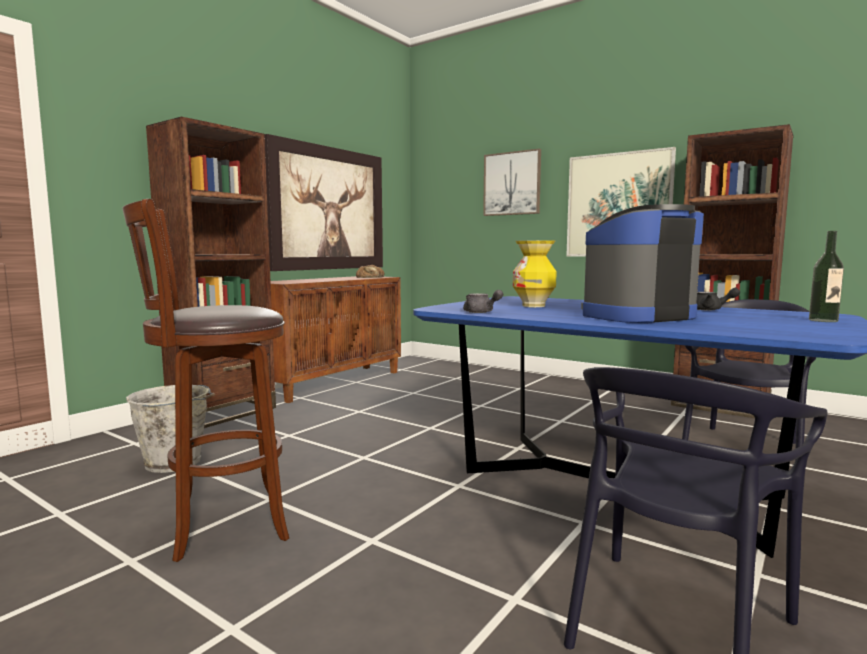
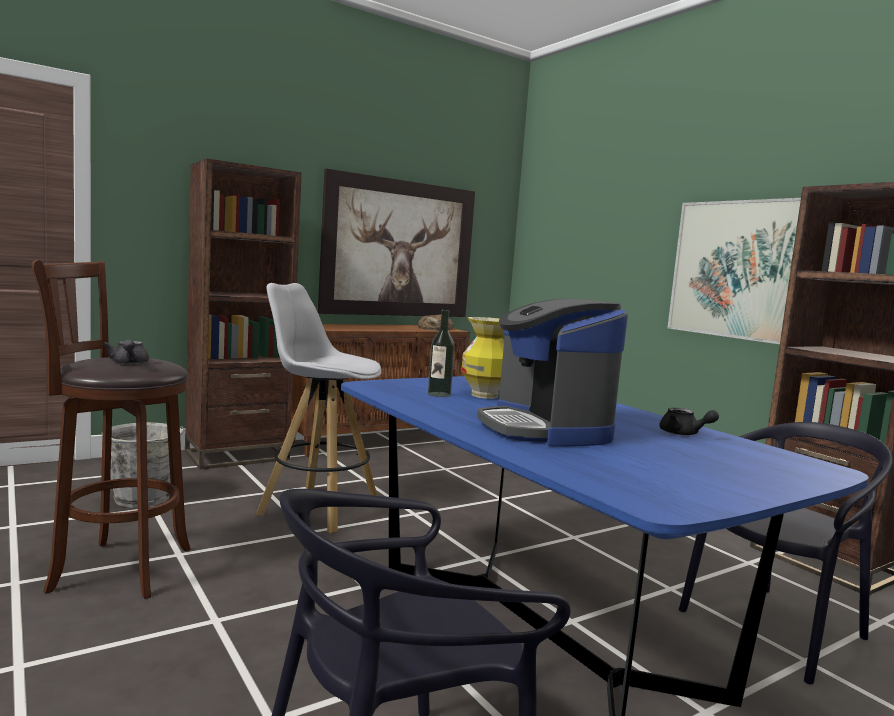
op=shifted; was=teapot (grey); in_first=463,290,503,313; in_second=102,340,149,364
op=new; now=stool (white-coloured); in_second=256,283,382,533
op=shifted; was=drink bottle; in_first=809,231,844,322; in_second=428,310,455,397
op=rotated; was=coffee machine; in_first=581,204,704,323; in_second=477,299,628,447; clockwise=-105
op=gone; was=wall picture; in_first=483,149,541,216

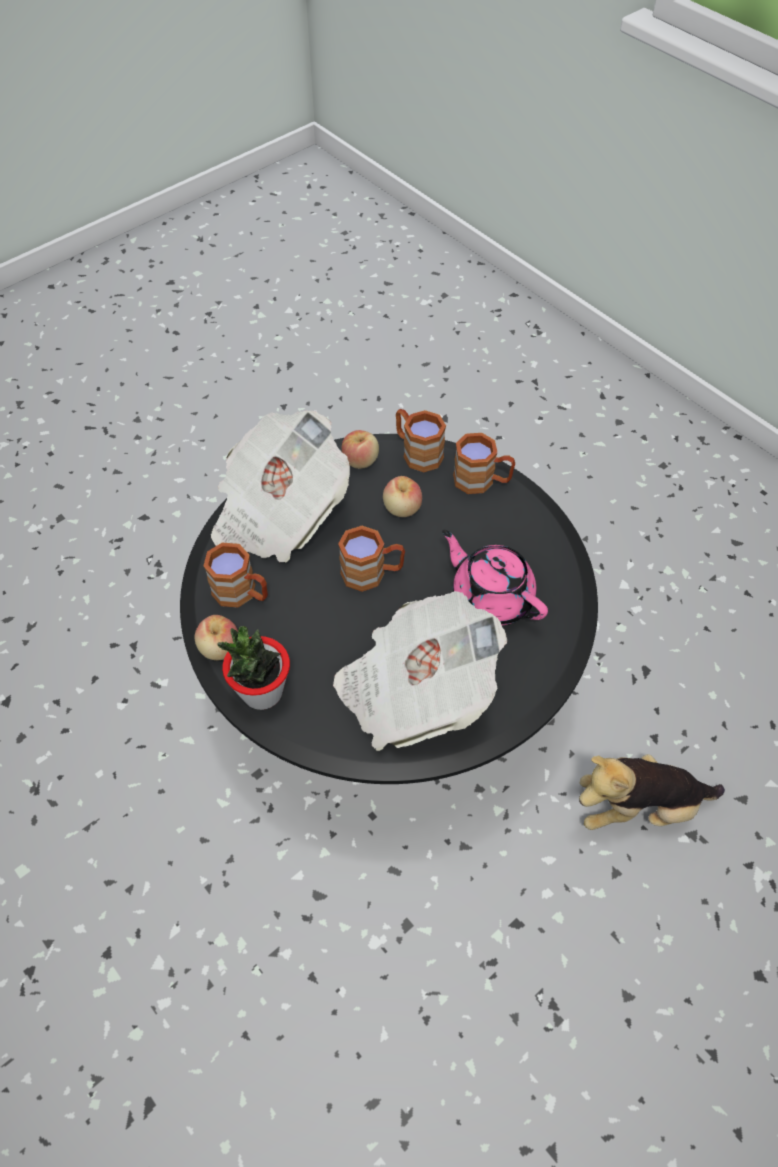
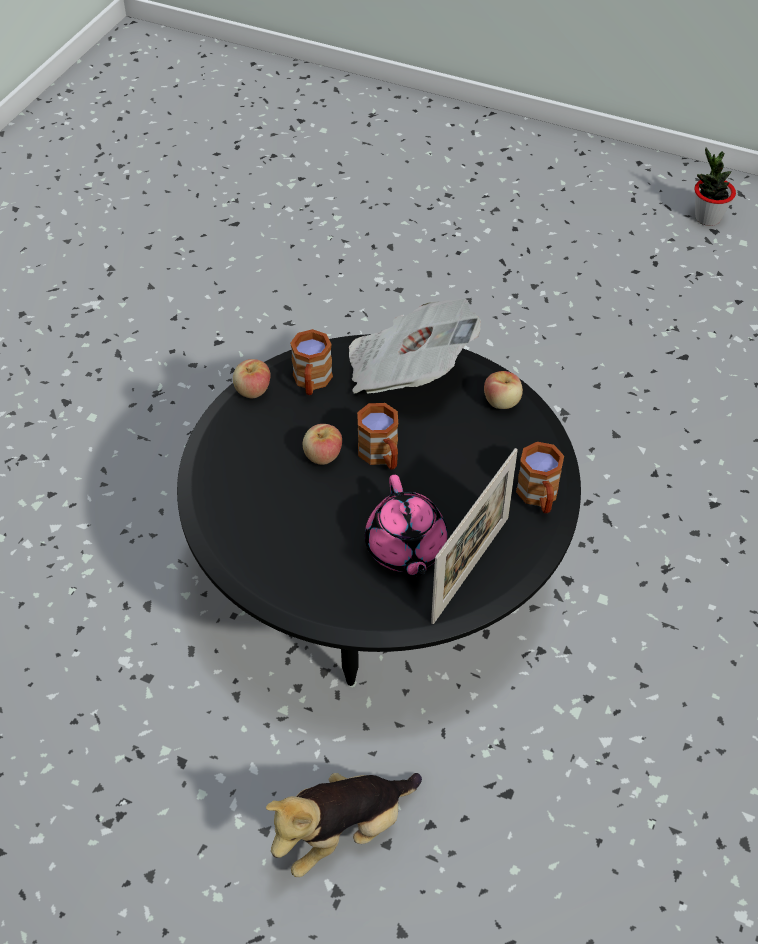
op=rotated; was=plush toy; in_first=579,754,725,830; in_second=266,773,422,877; clockwise=-90
op=shifted; was=apple fruit; in_first=383,476,422,517; in_second=303,424,342,465
op=rotated; was=teapot (pinkish); in_first=442,530,548,626; in_second=365,475,448,576; clockwise=150
op=new; now=standing frame; in_second=431,448,518,624
op=shifted; was=plant in a pot; in_first=217,626,290,710; in_second=694,147,736,226
op=gone; was=daily paper; in_first=333,591,507,751
op=gone; was=tea mug (brownish); in_first=396,409,446,472

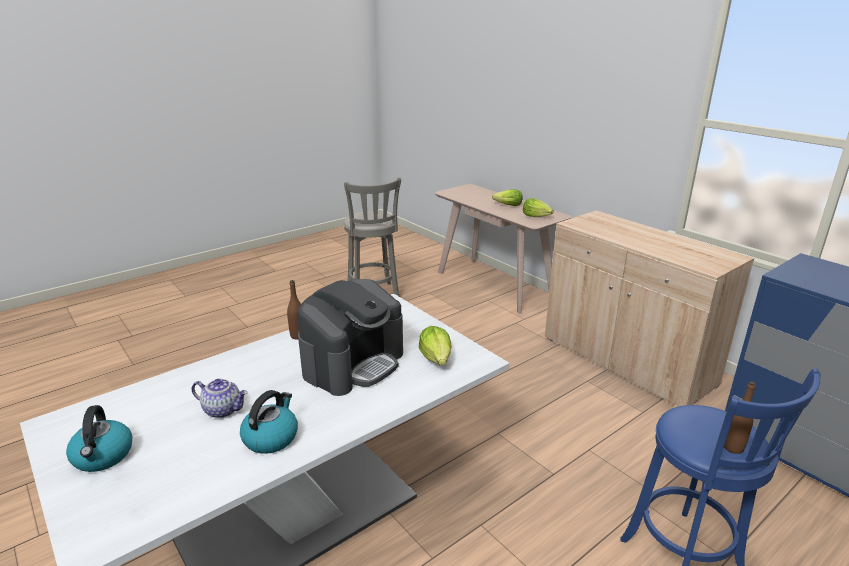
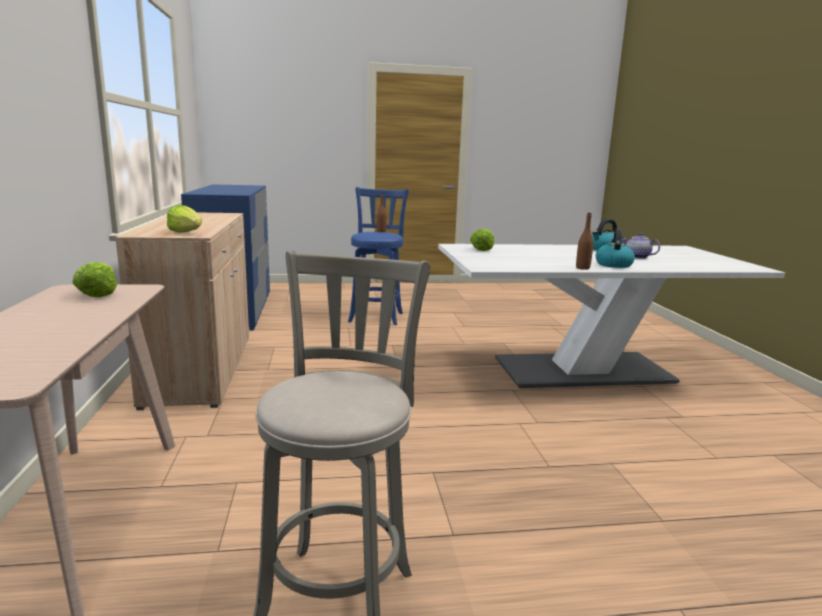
op=shifted; was=lettuce; in_first=492,189,523,206; in_second=167,205,202,233
op=shifted; was=kettle; in_first=66,405,132,472; in_second=596,229,635,268
op=gone; was=coffee machine; in_first=297,279,403,396

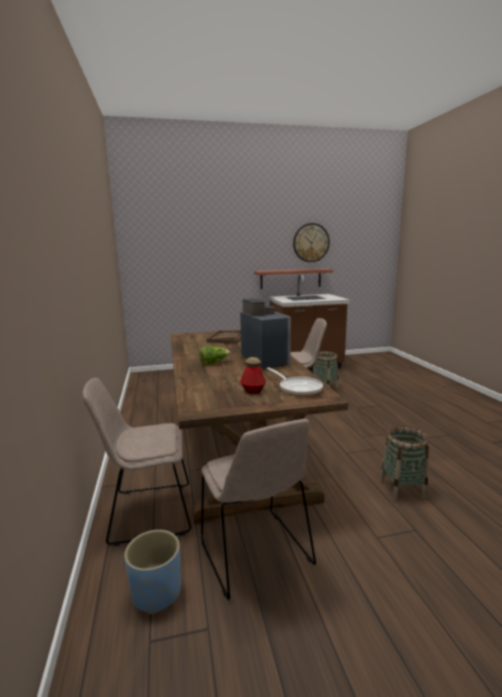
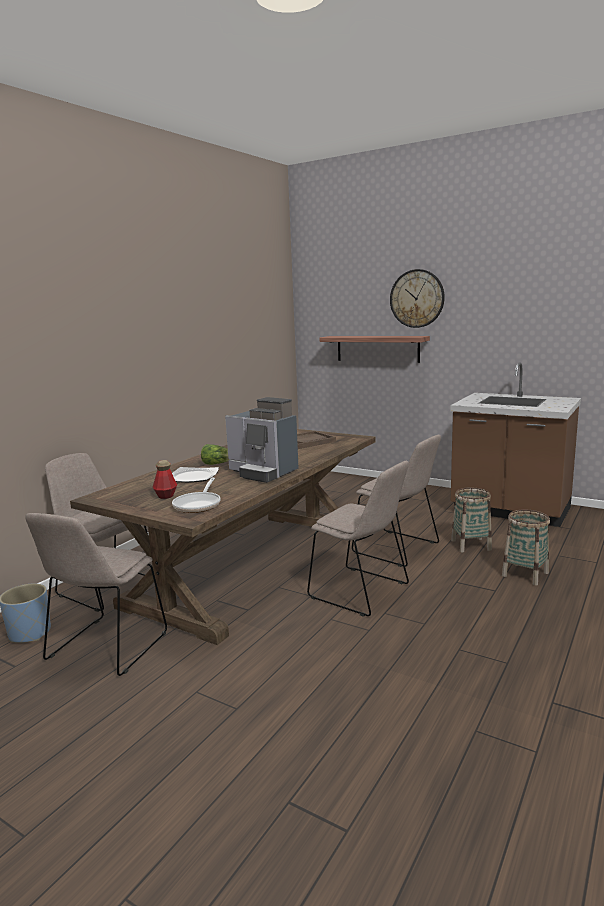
op=new; now=flat dish; in_second=172,467,219,483
op=rotated; was=coffee machine; in_first=240,298,291,369; in_second=225,397,299,483; clockwise=105
op=new; now=plain chair (sand-coloured); in_second=307,461,409,617
op=shifted; was=wall shelf; in_first=254,269,333,289; in_second=319,336,430,363
op=shifted; was=clock on the wall; in_first=293,223,330,262; in_second=390,269,445,328
op=shifted; was=household basket; in_first=380,426,429,501; in_second=502,509,550,586

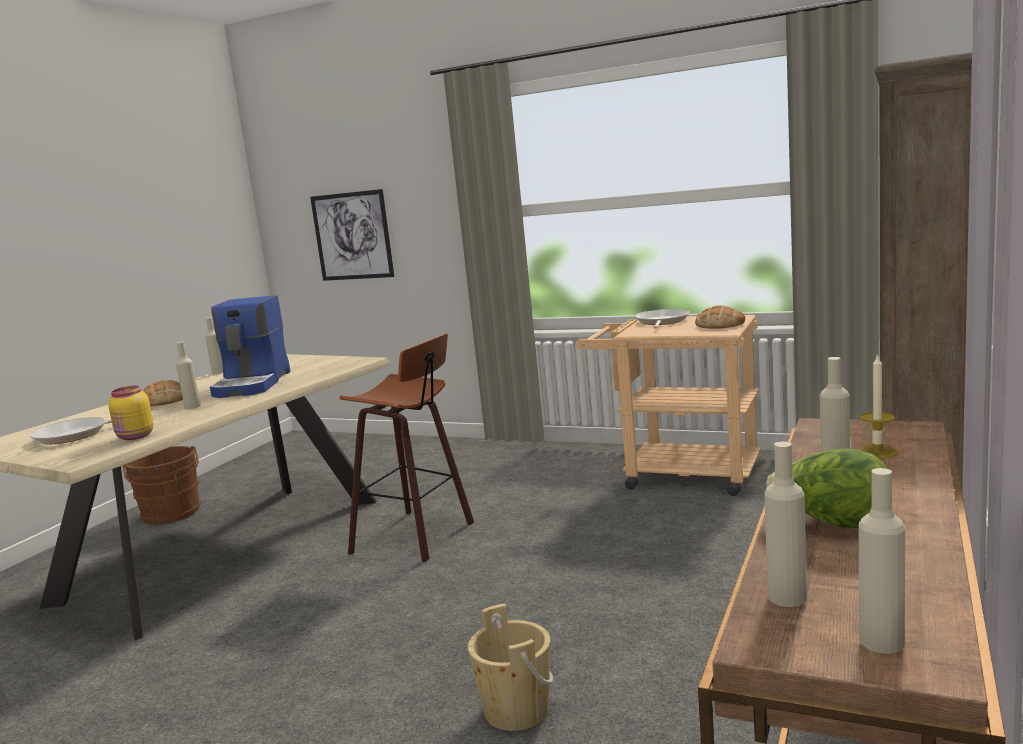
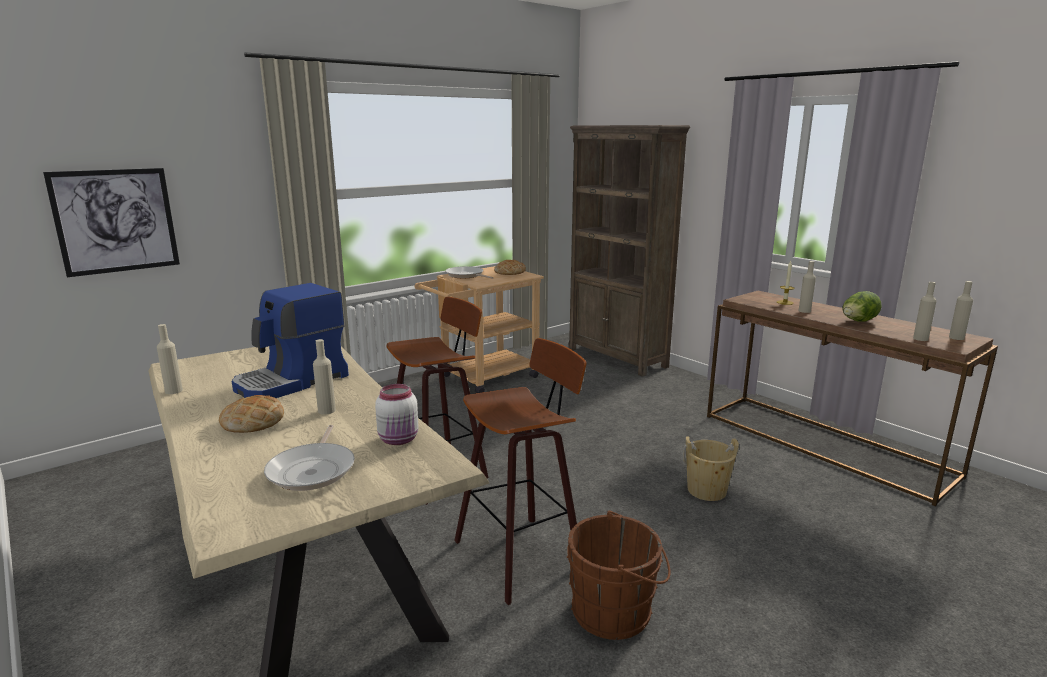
op=rotated; was=coffee machine; in_first=210,295,290,398; in_second=232,283,349,398; clockwise=105
op=repainted; was=jar (yellow-coloured); now=jar (white-coloured); in_first=108,386,153,440; in_second=375,384,419,445
op=new; now=stool; in_second=454,338,587,605
op=shifted; was=pail (brownish); in_first=123,446,201,524; in_second=567,510,671,640

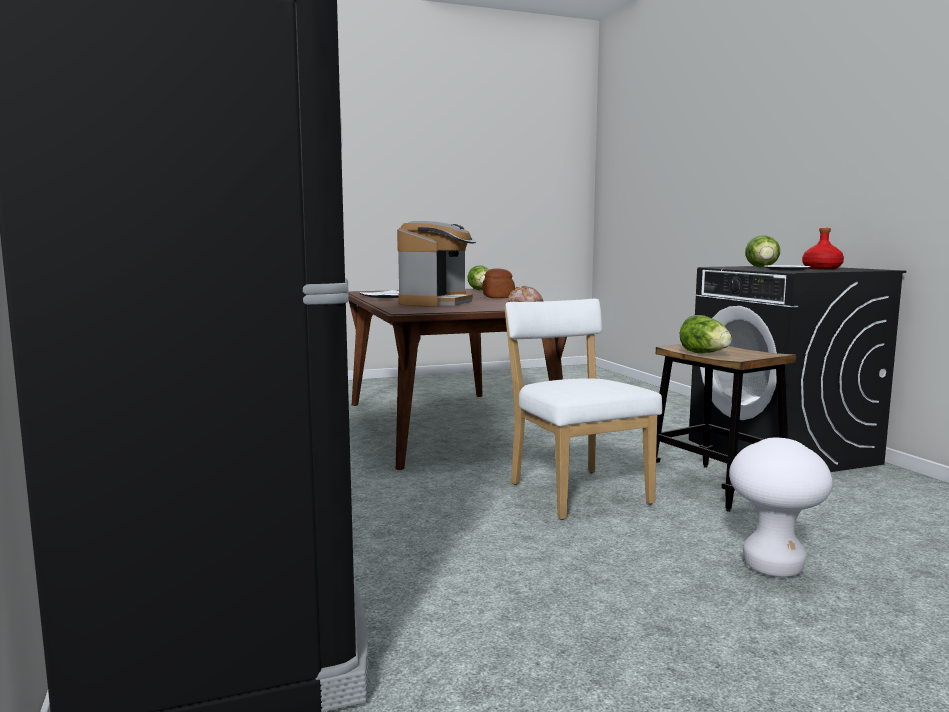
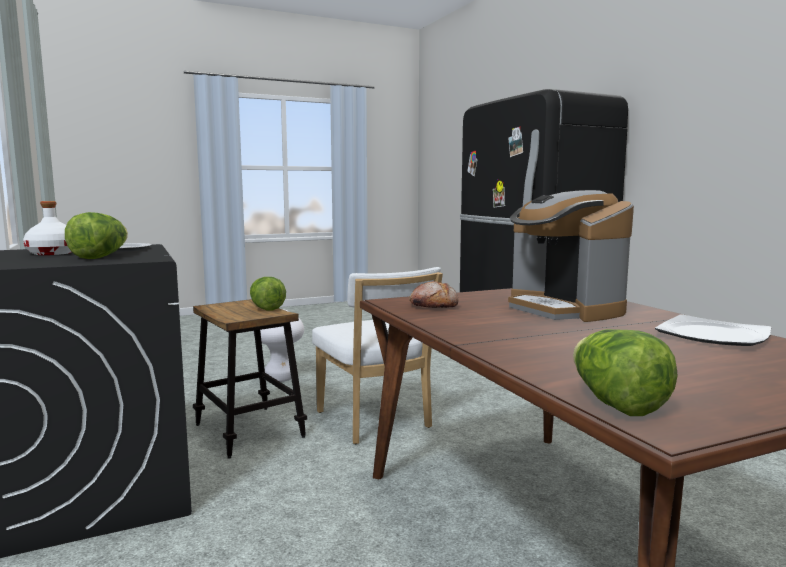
op=repainted; was=drink bottle (red-coloured); now=drink bottle (white-coloured); in_first=802,228,844,269; in_second=23,201,72,255
op=rotated; was=coffee machine; in_first=397,221,476,307; in_second=508,190,634,322; clockwise=-45
op=gone; was=bread; in_first=482,269,515,298

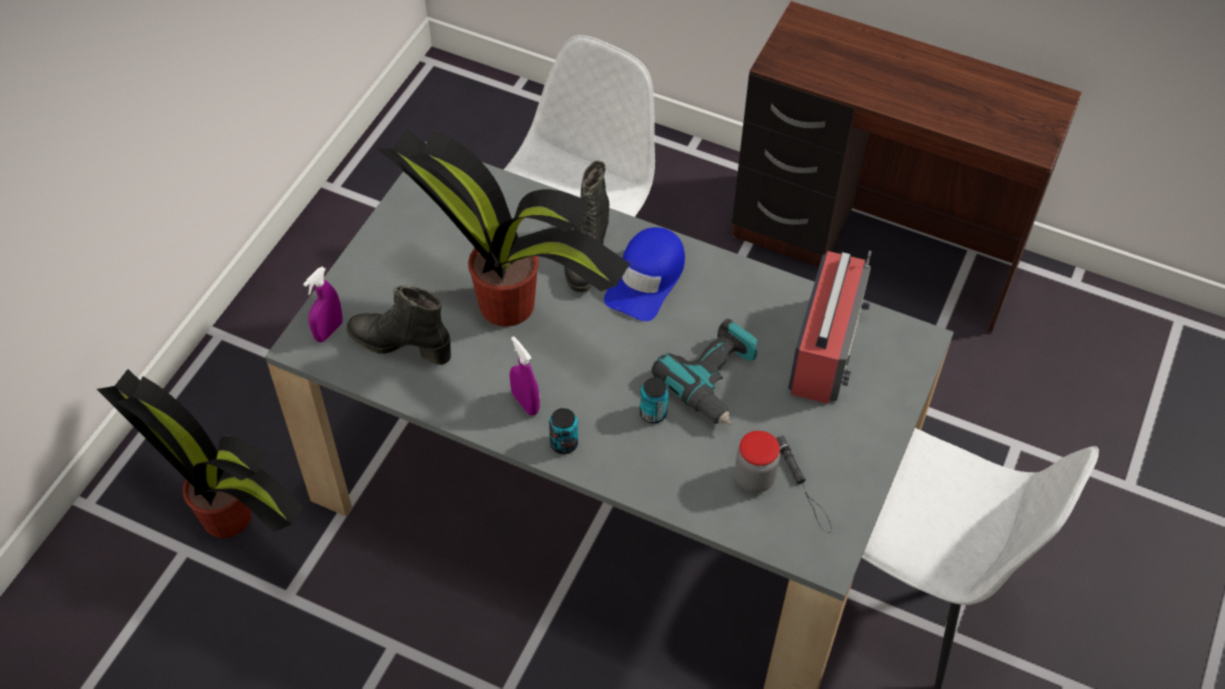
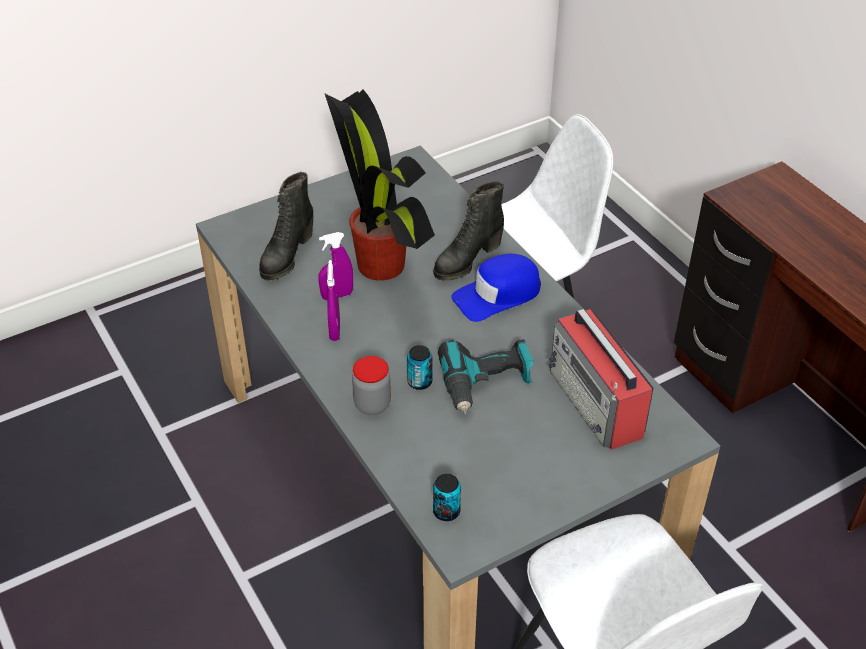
op=rotated; was=tall boot (black); in_first=346,286,451,365; in_second=259,172,313,280; clockwise=-120
op=shifted; was=hand sprayer (purple-coloured); in_first=303,267,342,342; in_second=318,232,353,300
op=shifted; was=jar; in_first=734,431,780,493; in_second=352,356,391,415
op=shifted; was=can; in_first=549,408,578,454; in_second=433,474,461,521
op=rotated; was=radio; in_first=788,251,871,404; in_second=549,309,653,450; clockwise=105
op=gone; was=plant in a pot; in_first=97,369,304,538
op=gone; was=flashlight (black); in_first=776,435,832,533

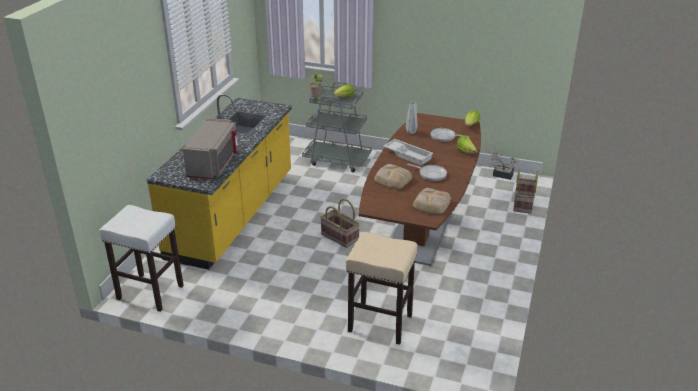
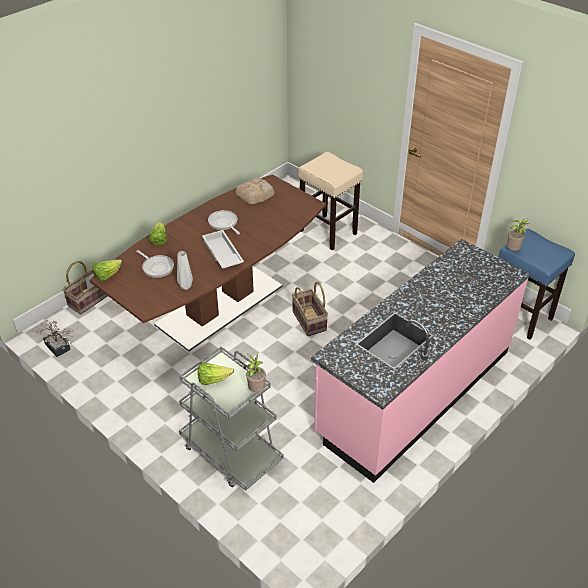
op=repainted; was=kitchen counter (yellow-coloured); now=kitchen counter (pinkish); in_first=147,94,292,270; in_second=311,239,530,483
op=repainted; was=stool (white-coloured); now=stool (blue-coloured); in_first=99,205,184,312; in_second=498,229,575,340
op=new; now=plant in a pot; in_second=507,218,529,251
op=gone; was=microwave (grey); in_first=183,118,238,179
op=gone; was=bread; in_first=374,164,412,189

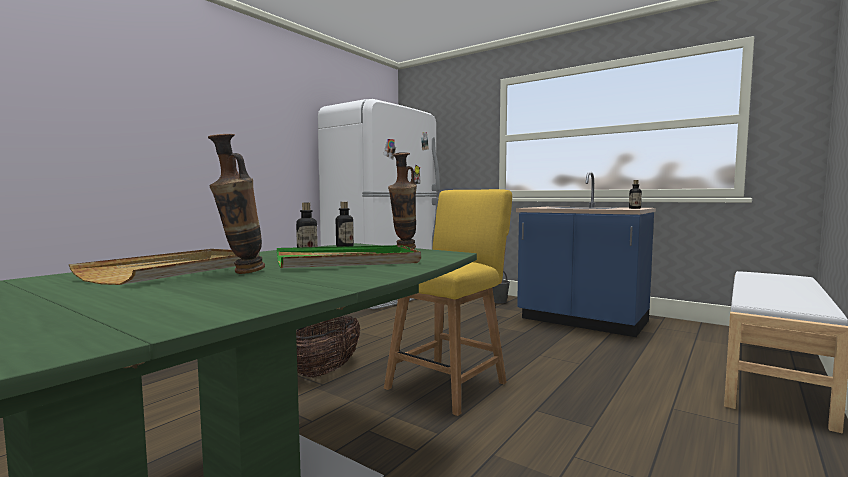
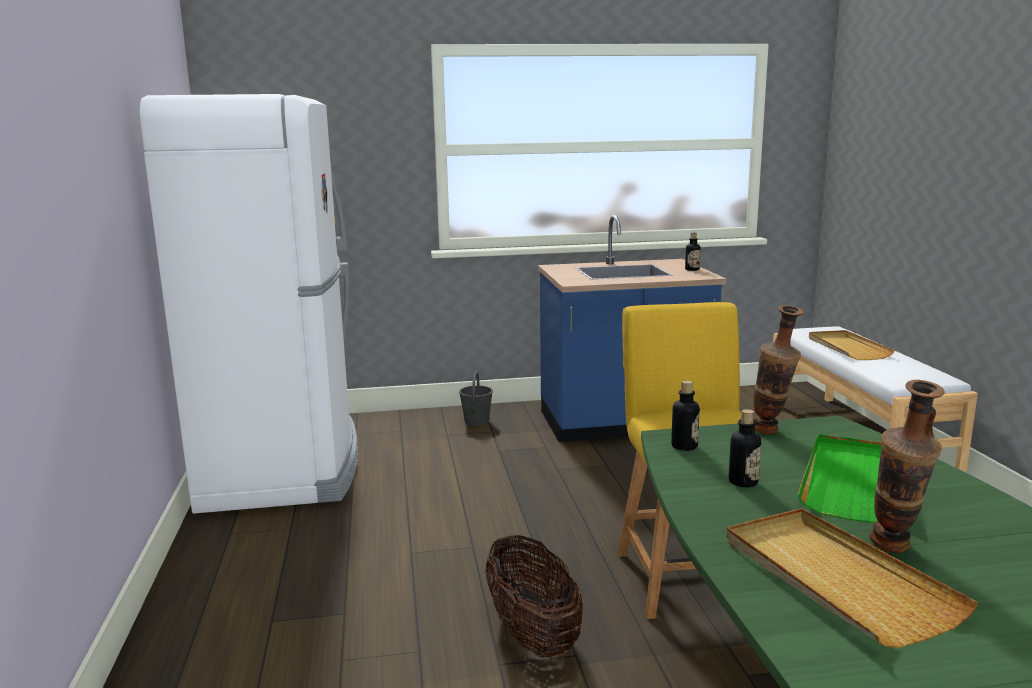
op=new; now=tray (sand-coloured); in_second=809,330,895,360

